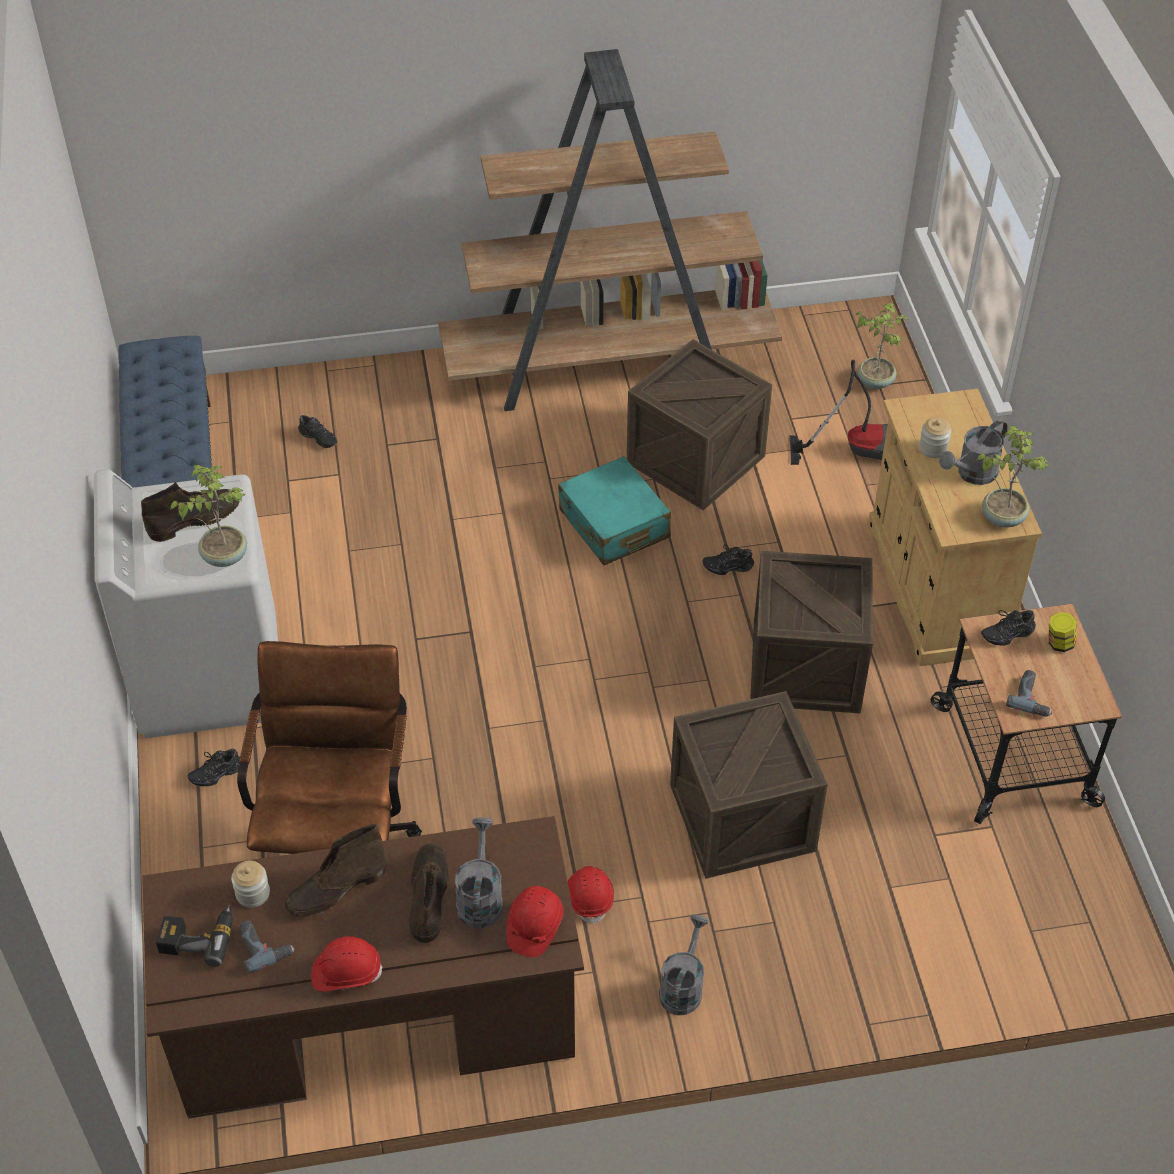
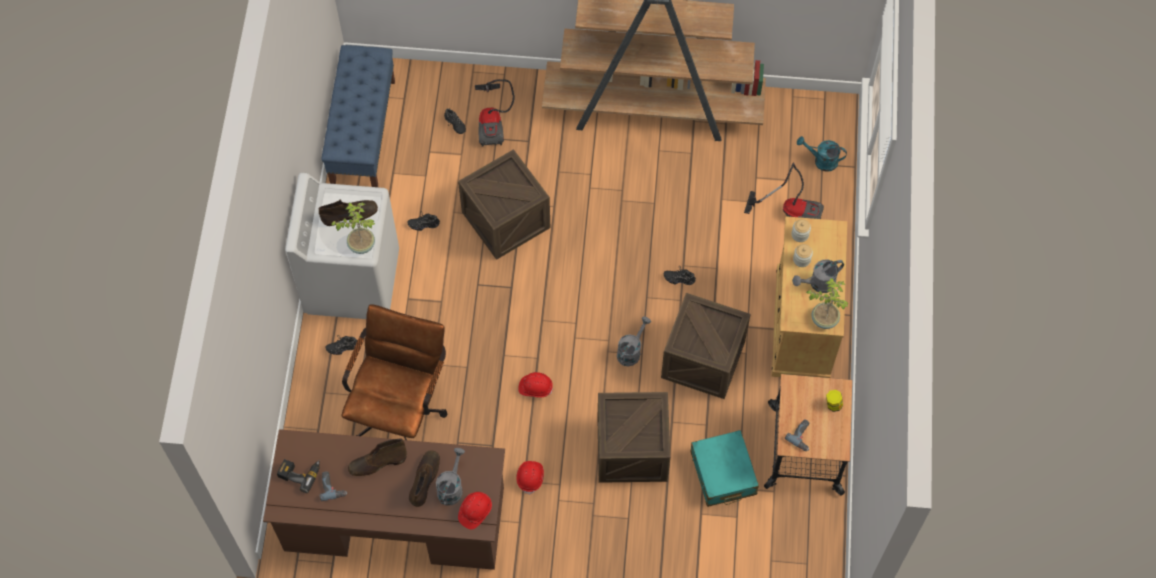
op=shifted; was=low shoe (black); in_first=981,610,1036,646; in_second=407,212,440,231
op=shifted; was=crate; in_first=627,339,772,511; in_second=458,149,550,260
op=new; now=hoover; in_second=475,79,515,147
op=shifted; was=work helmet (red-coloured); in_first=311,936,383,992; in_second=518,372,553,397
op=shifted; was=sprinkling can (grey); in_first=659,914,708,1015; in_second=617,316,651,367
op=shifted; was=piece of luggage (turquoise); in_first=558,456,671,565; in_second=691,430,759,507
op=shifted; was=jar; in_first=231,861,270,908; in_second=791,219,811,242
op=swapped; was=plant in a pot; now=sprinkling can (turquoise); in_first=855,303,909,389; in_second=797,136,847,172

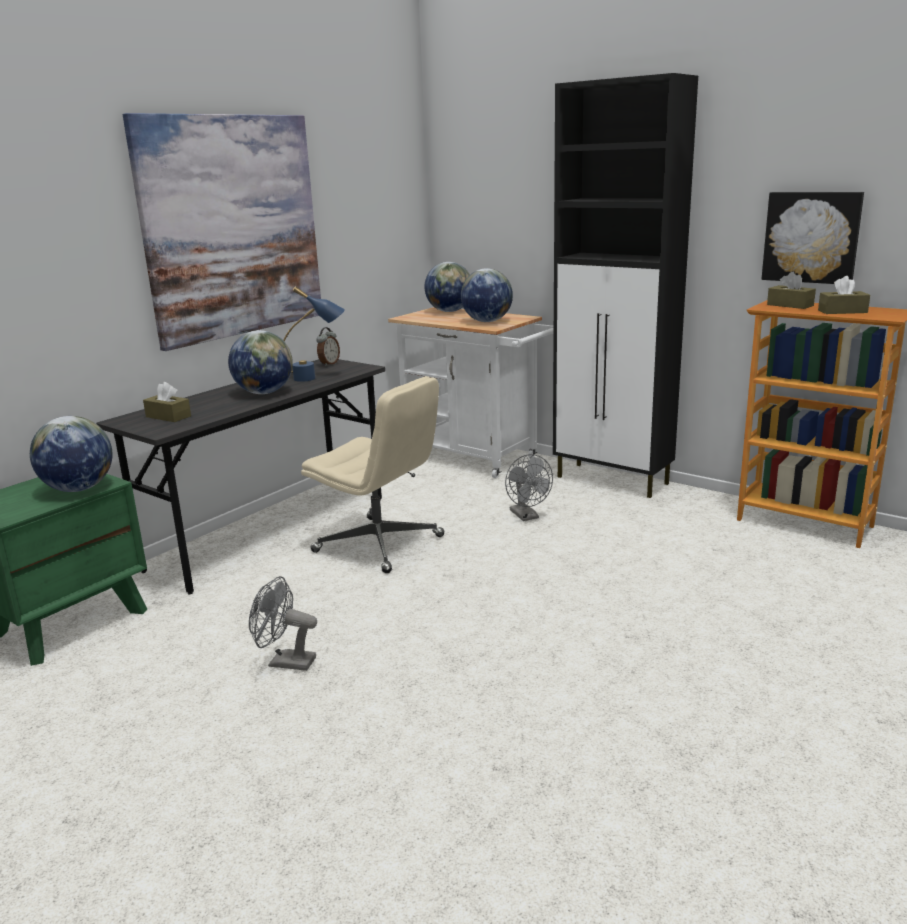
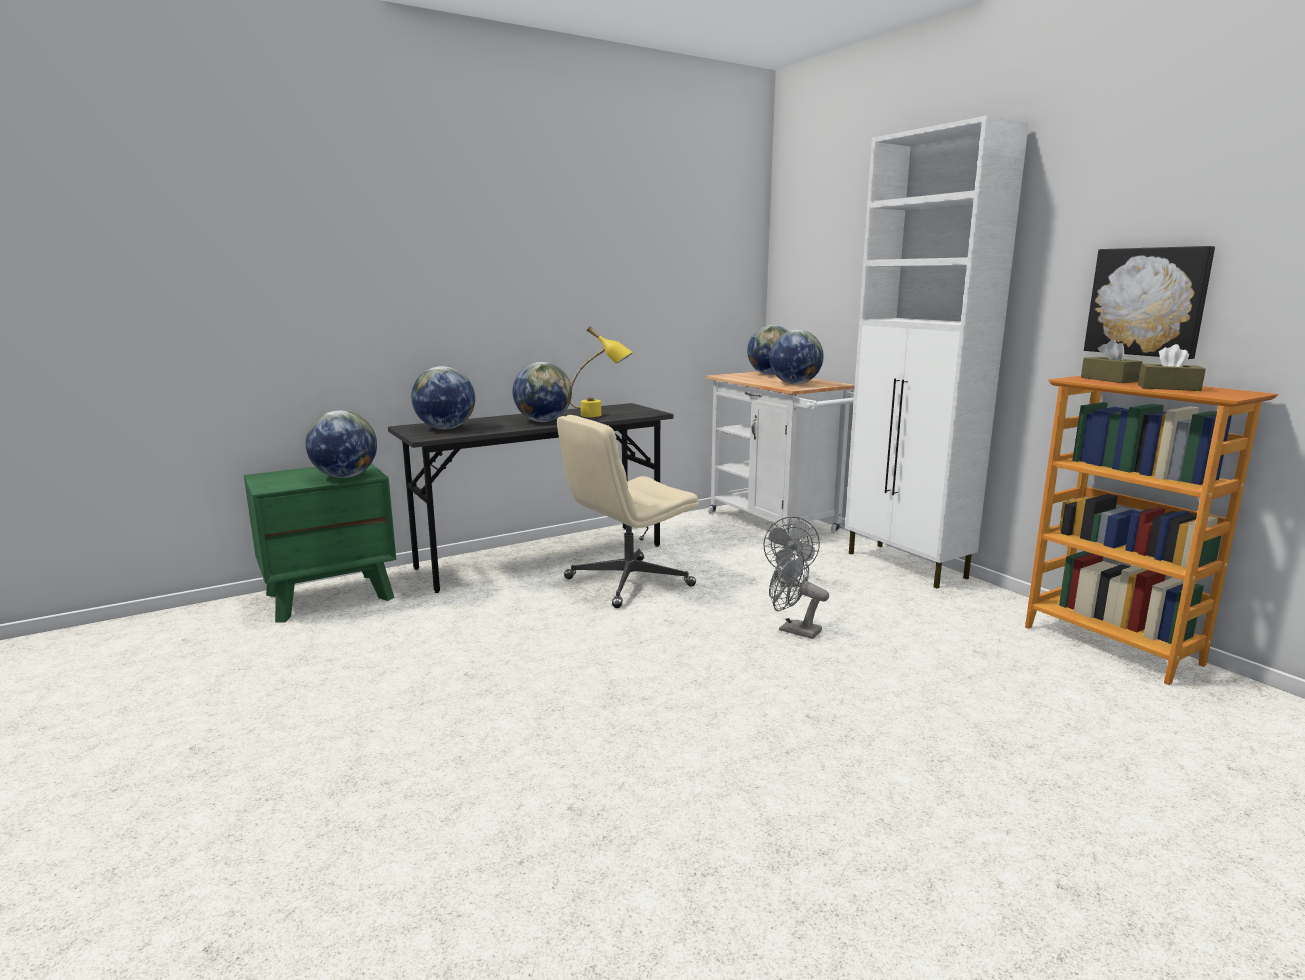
op=swapped; was=tissue holder (brownish); now=desk globe; in_first=143,382,191,422; in_second=411,366,475,429
op=rotated; was=computer chair (sand-coloured); in_first=301,376,445,573; in_second=557,415,699,608; clockwise=90
op=repainted; was=lamp for a table (blue-coloured); now=lamp for a table (yellow-coloured); in_first=283,286,345,382; in_second=570,327,633,417
op=shifted; was=fan (grey); in_first=249,576,317,671; in_second=769,551,829,639
op=repainted; was=cabinet (black); now=cabinet (white-coloured); in_first=553,73,698,498; in_second=845,115,1029,589
op=gone; was=wall picture; in_first=123,113,321,351
op=gone; was=alarm clock; in_first=316,327,340,366

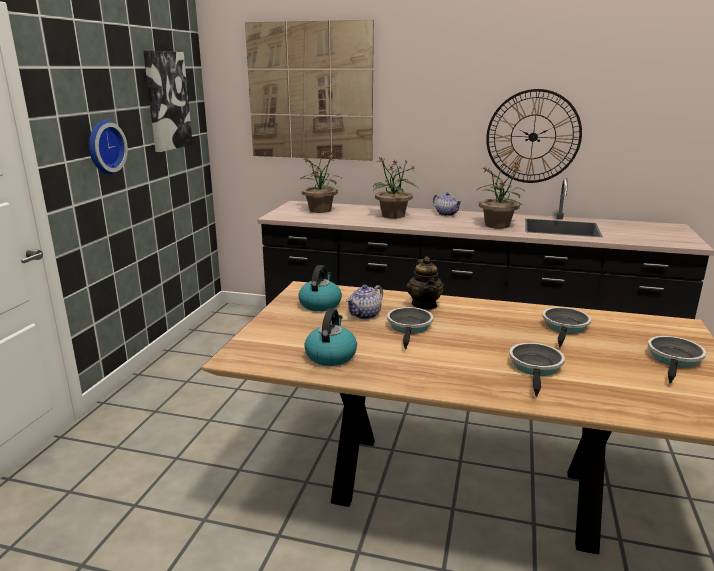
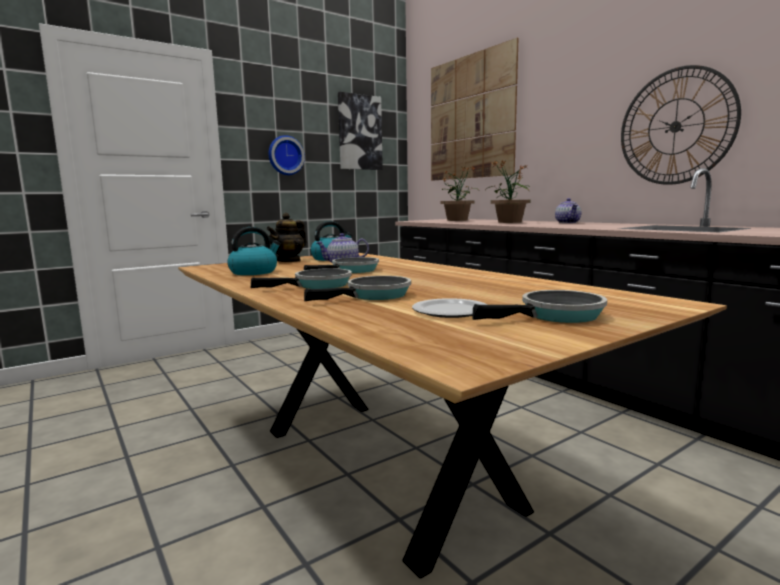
op=shifted; was=skillet; in_first=543,307,591,347; in_second=251,268,352,289
op=shifted; was=teapot; in_first=406,256,445,310; in_second=266,213,307,262
op=new; now=flat dish; in_second=412,298,487,318
op=gone; was=plant in a pot; in_first=476,160,524,229

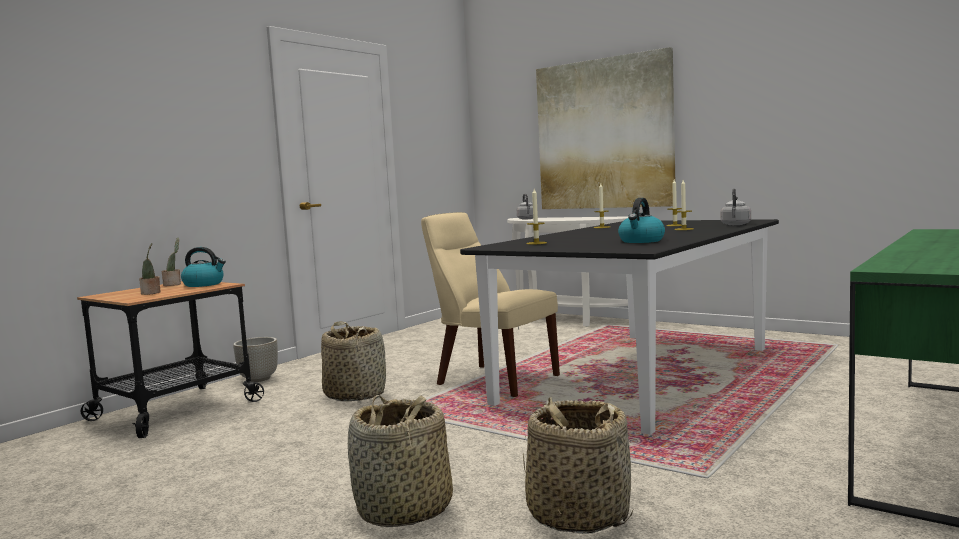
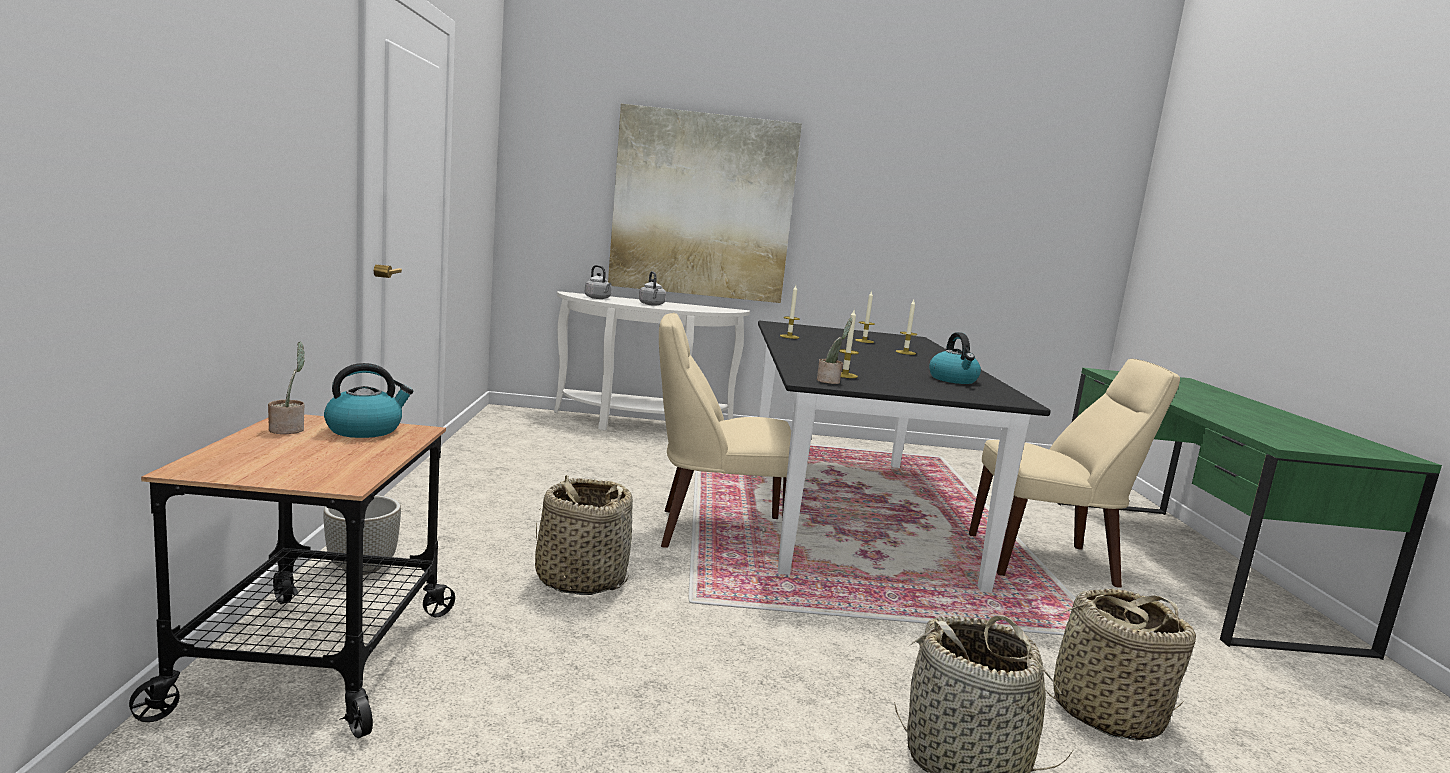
op=shifted; was=kettle (grey); in_first=720,188,751,225; in_second=639,271,666,306
op=shifted; was=plant in a pot; in_first=139,243,161,295; in_second=817,318,852,384
op=new; now=plain chair (sand-coloured); in_second=969,359,1180,588

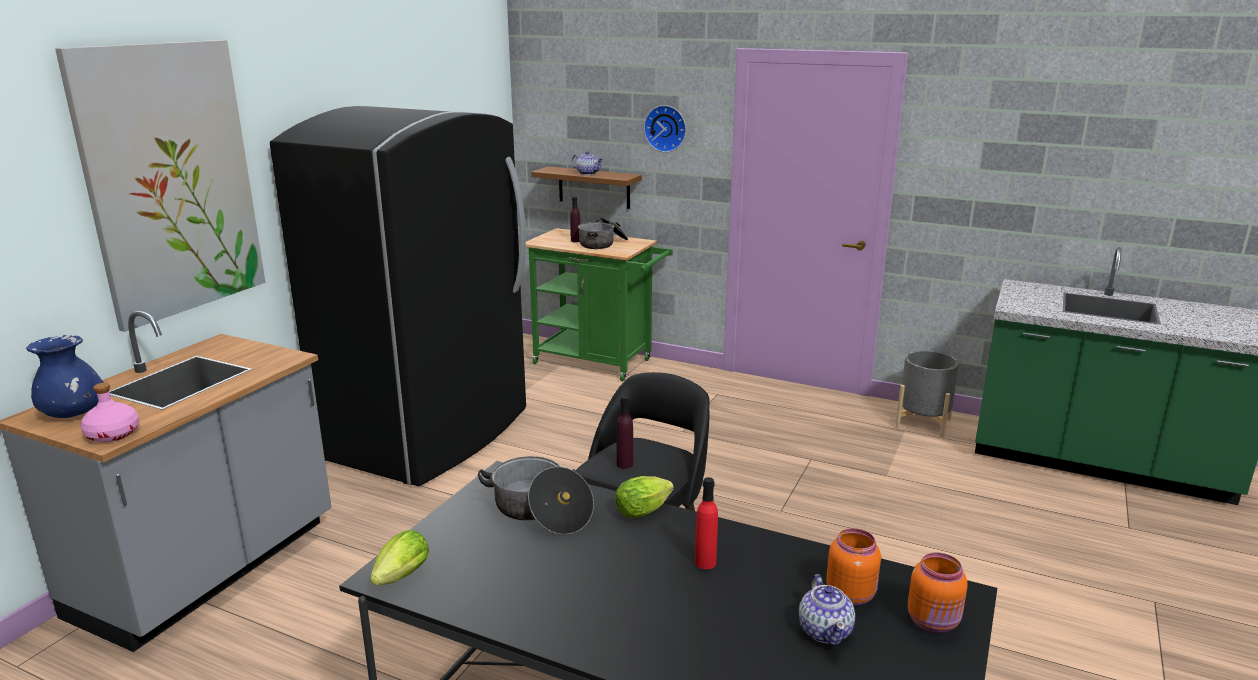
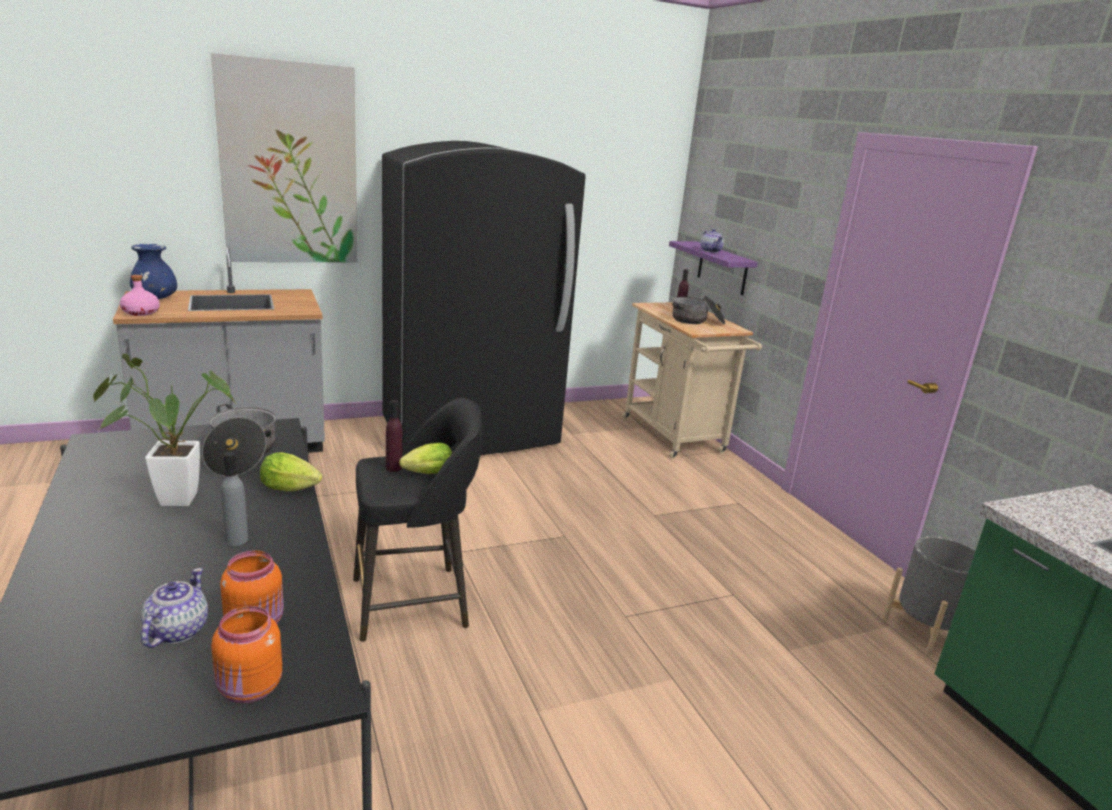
op=new; now=plant in a pot; in_second=93,354,235,506
op=rotated; was=teapot; in_first=799,574,855,646; in_second=141,568,208,648; clockwise=150
op=repainted; was=drink bottle (red-coloured); now=drink bottle (grey); in_first=695,477,718,569; in_second=221,452,248,546
op=shifted; was=lettuce; in_first=370,530,429,586; in_second=399,443,452,474
op=repainted; was=cart (greenish); now=cart (sand-coloured); in_first=526,228,673,381; in_second=622,302,762,459
op=repainted; was=wall shelf (brownish); now=wall shelf (purple-coloured); in_first=531,166,642,209; in_second=669,241,758,295
op=gone; was=clock on the wall; in_first=644,105,686,152

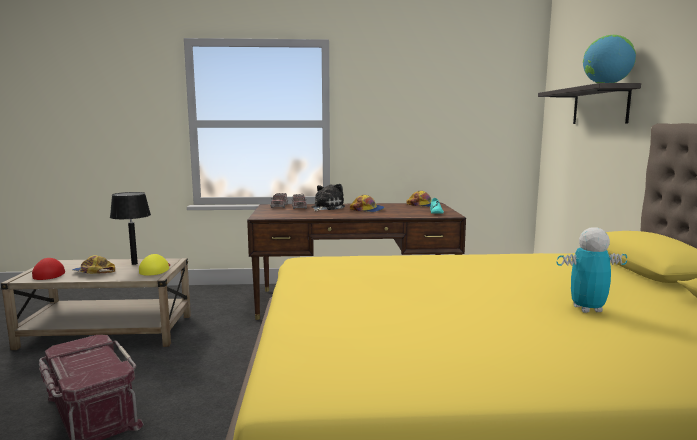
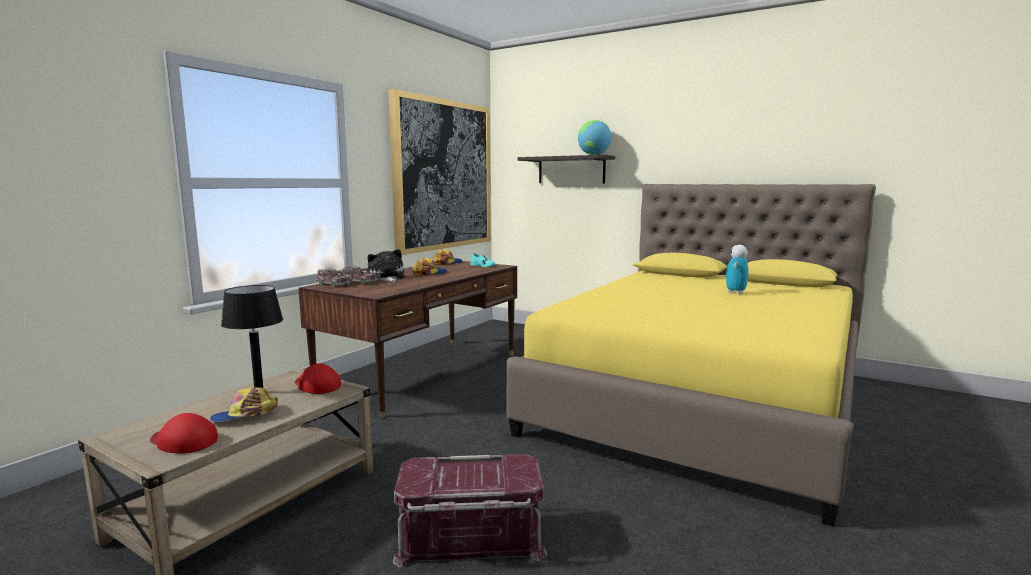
op=repainted; was=cap (yellow-coloured); now=cap (red-coloured); in_first=139,254,170,275; in_second=295,363,341,394
op=new; now=wall picture; in_second=388,89,491,255

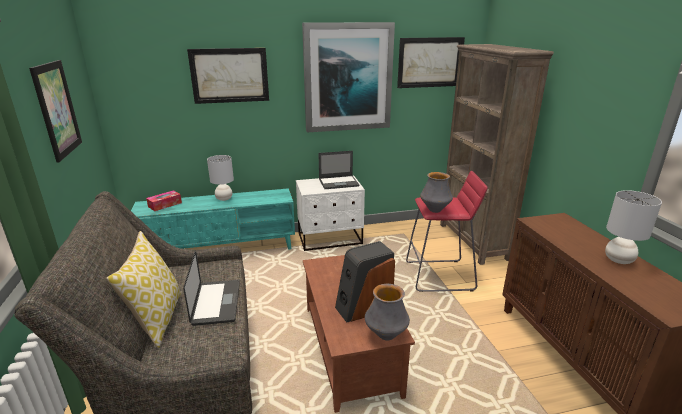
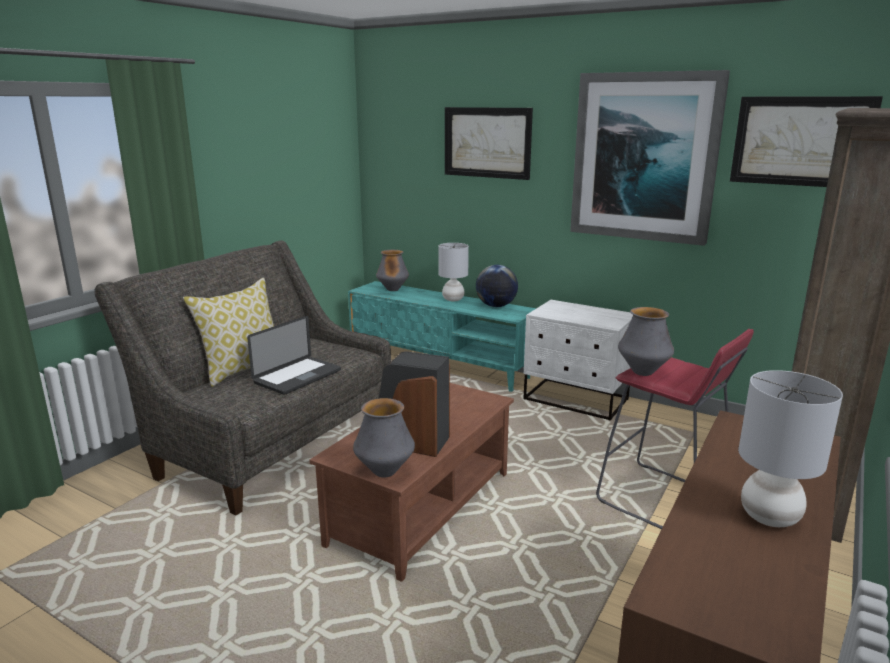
op=swapped; was=tissue holder; now=vase; in_first=146,190,182,211; in_second=376,250,409,291
op=new; now=desk globe; in_second=476,265,518,307
op=gone; was=wall picture; in_first=29,60,82,163
op=gone; was=laptop; in_first=318,151,359,189

